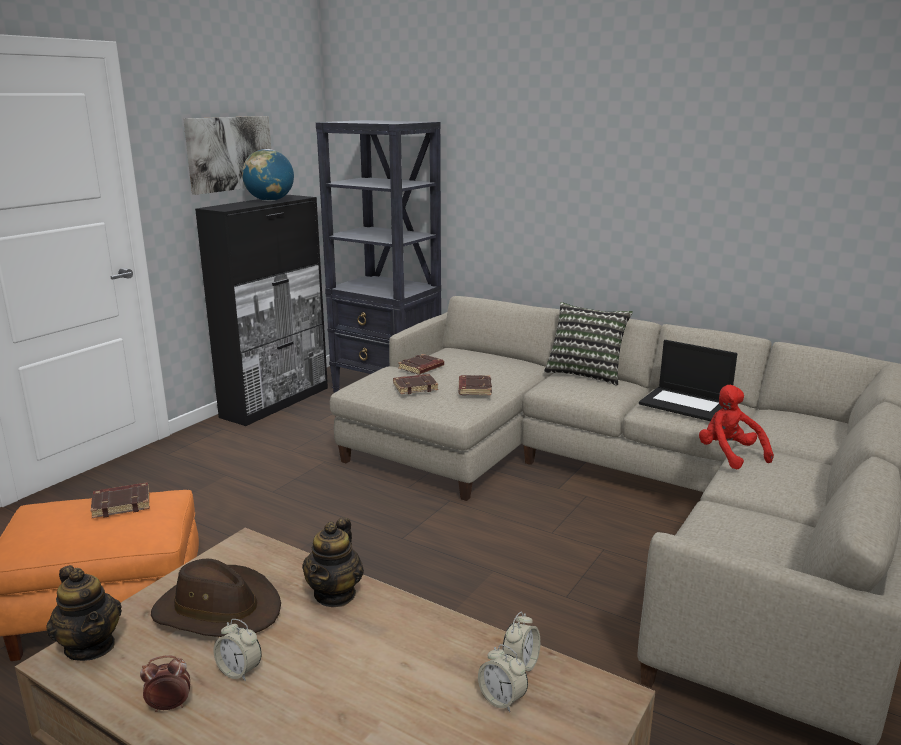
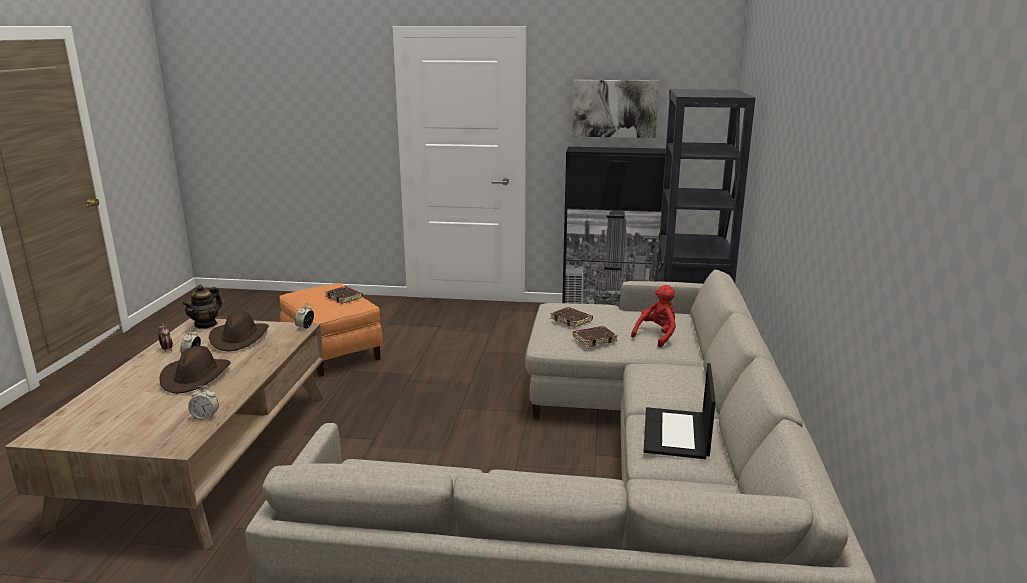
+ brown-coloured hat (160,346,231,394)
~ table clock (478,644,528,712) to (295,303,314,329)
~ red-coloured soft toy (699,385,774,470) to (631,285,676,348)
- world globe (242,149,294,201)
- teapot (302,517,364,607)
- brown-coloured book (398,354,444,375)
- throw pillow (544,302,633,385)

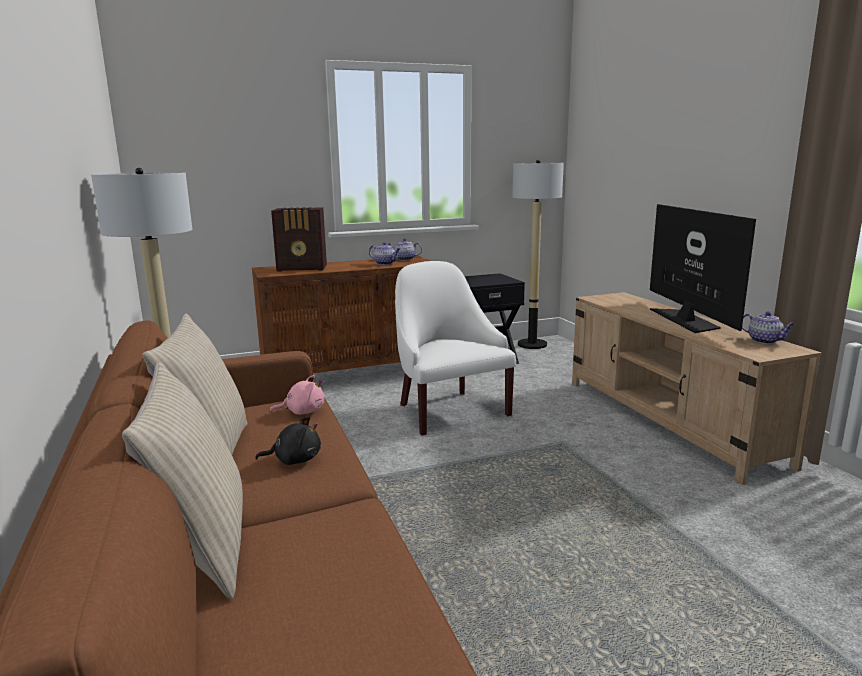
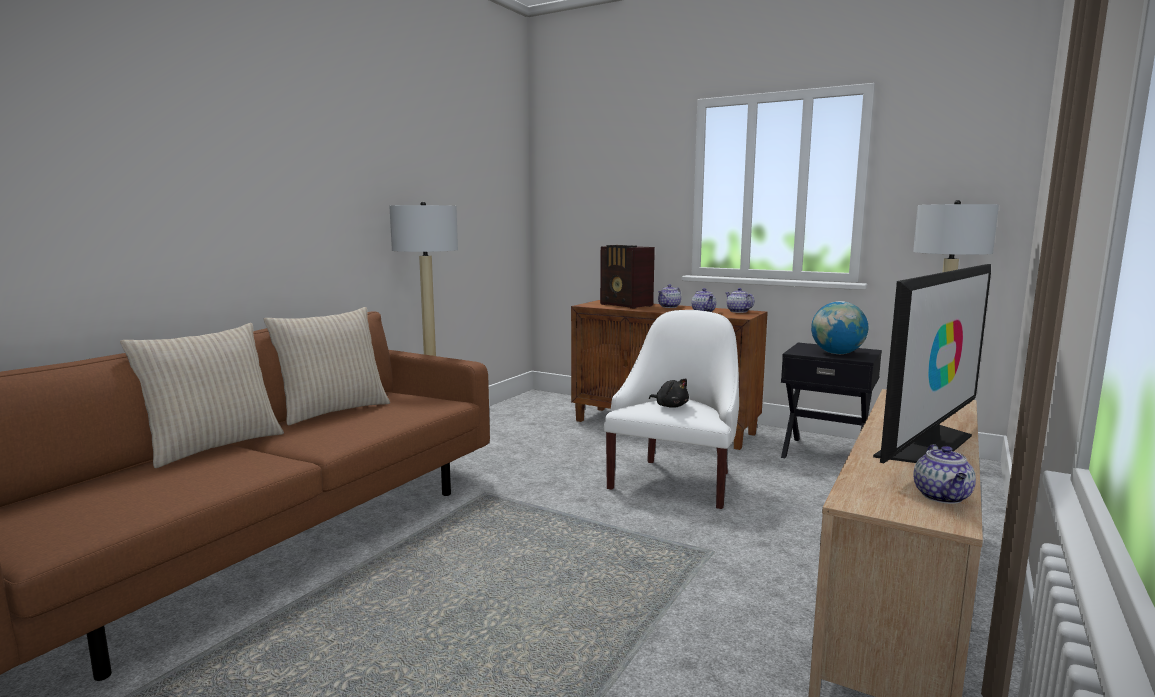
~ blackish soft toy (255,416,321,465) to (649,379,689,408)
+ teapot (658,284,681,308)
+ world globe (811,301,868,354)
- pink-coloured soft toy (270,375,325,415)

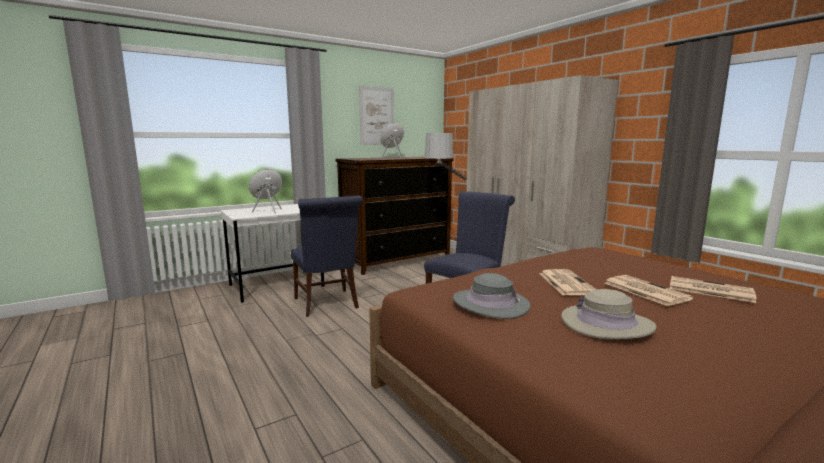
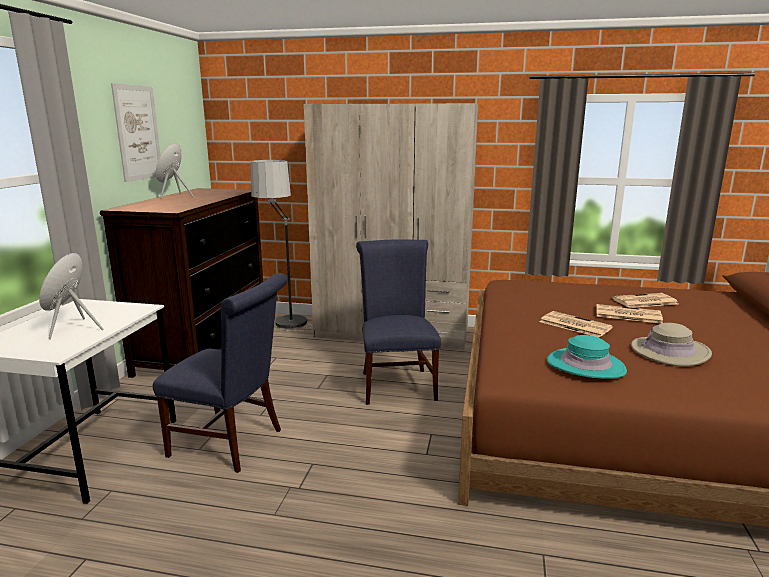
~ gray hat (453,273,530,319) to turquoise hat (547,335,627,378)

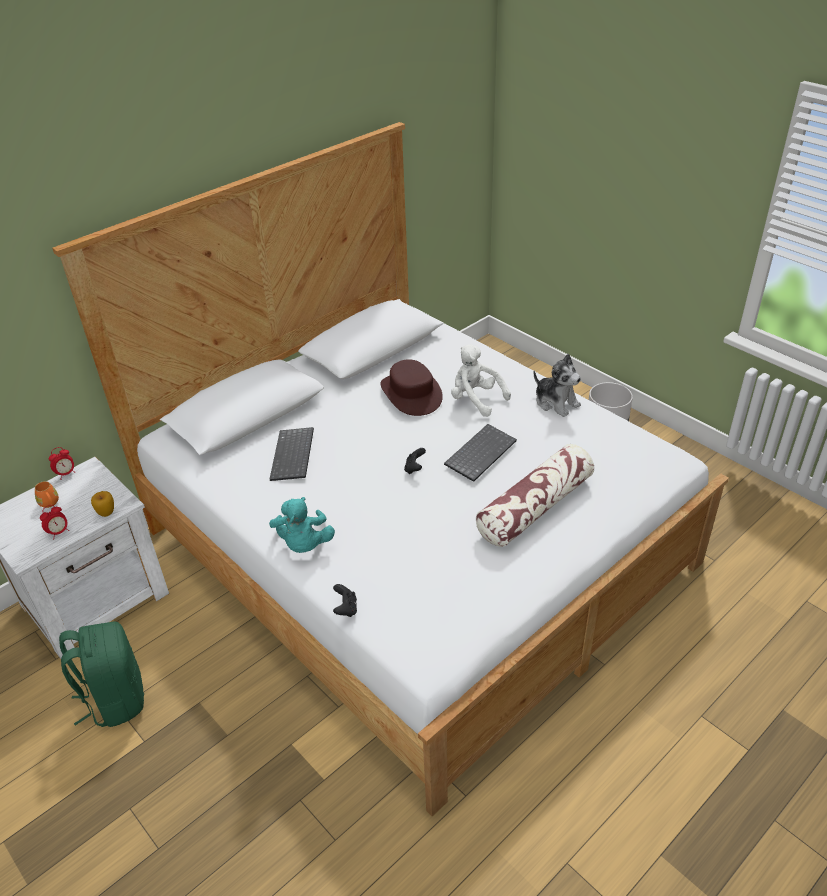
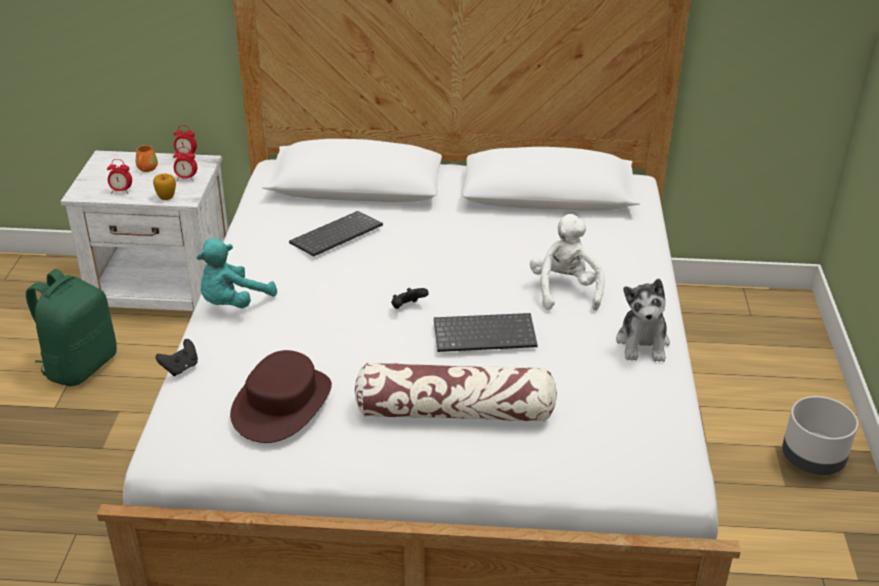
+ table clock (173,147,197,181)
~ brown-coloured hat (380,359,443,416) to (230,350,332,443)

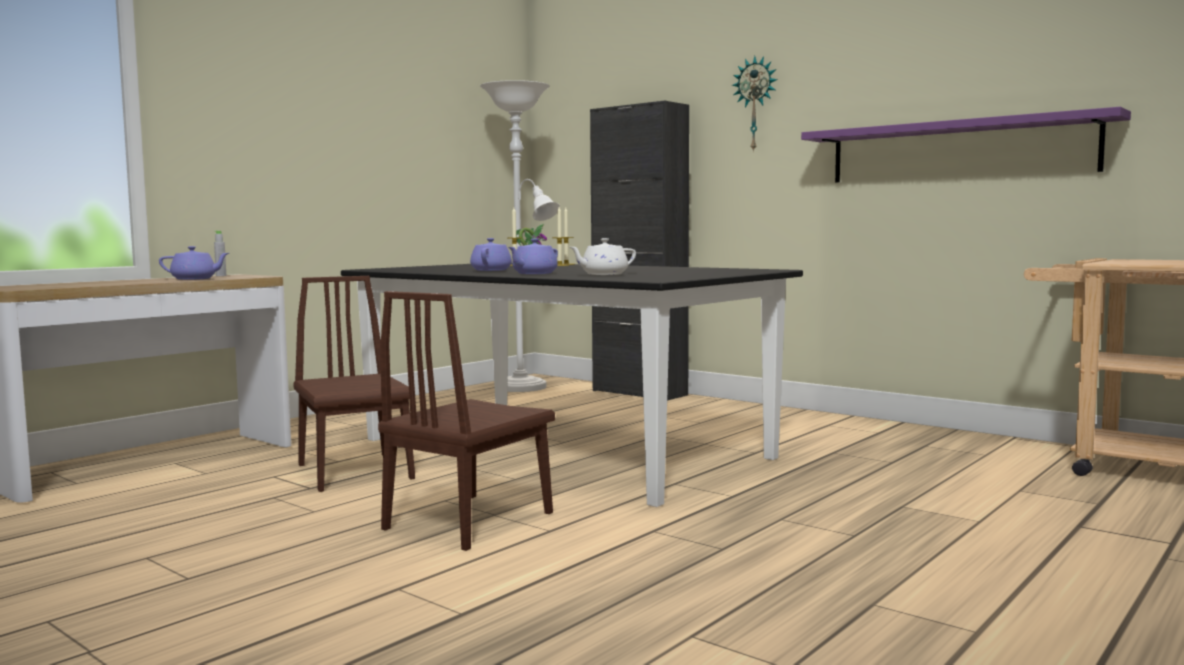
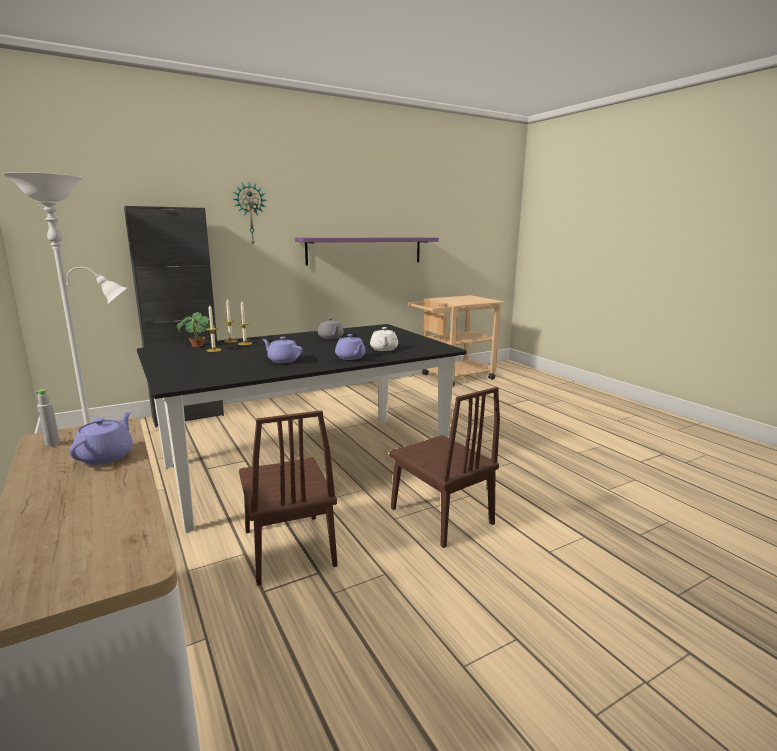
~ brown-coloured upright chair (293,276,415,492) = (239,410,338,586) 105 degrees counterclockwise
+ gray teapot (318,318,344,339)

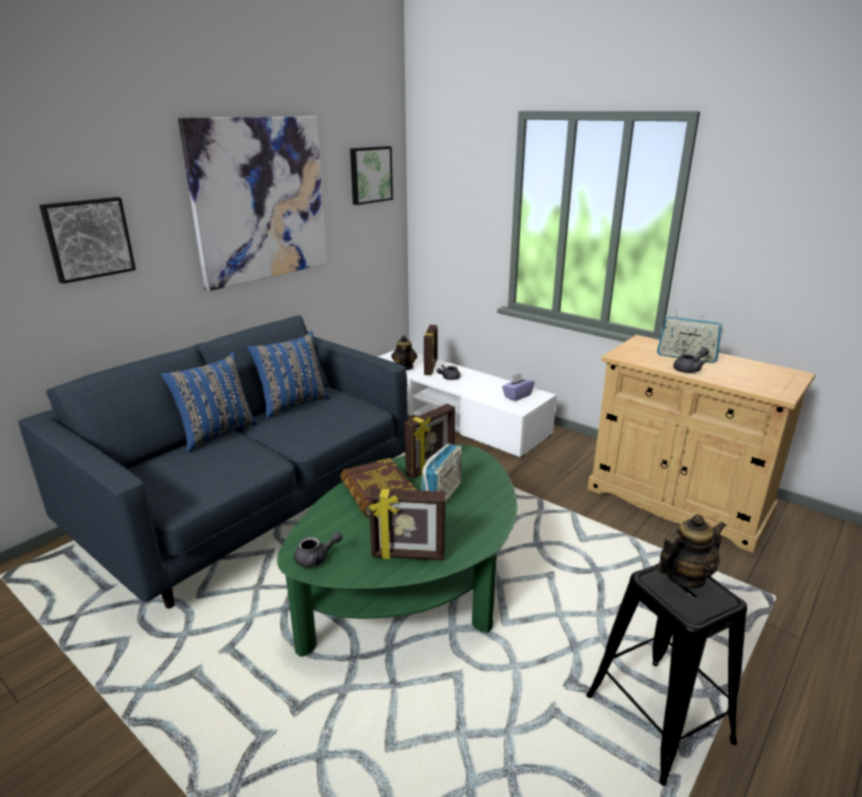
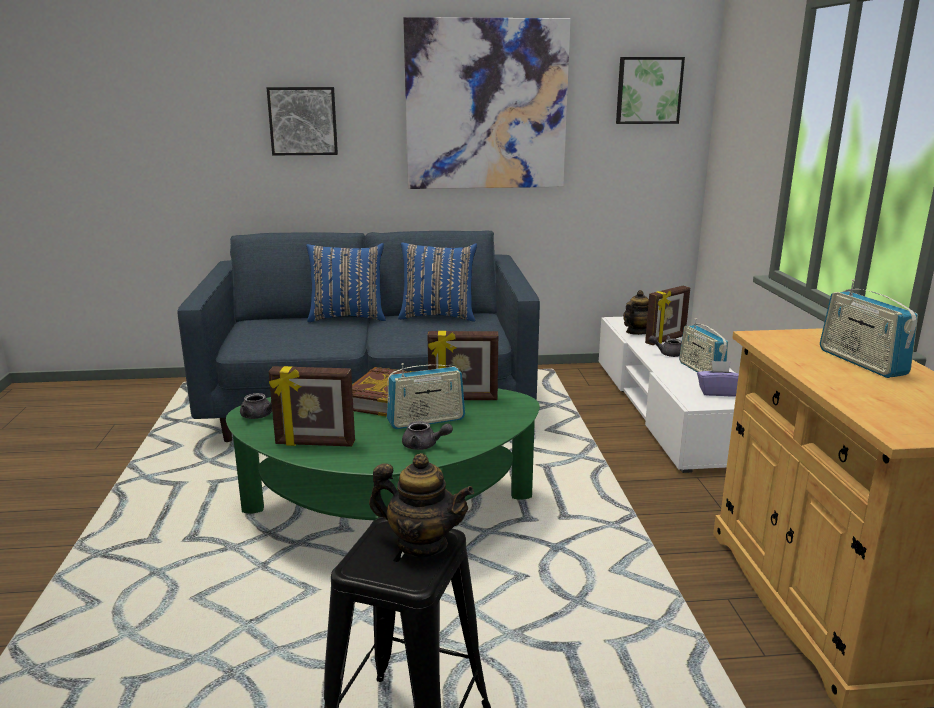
~ photo frame (369,489,445,560) = (269,366,355,447) 45 degrees counterclockwise
~ gray teapot (673,348,709,373) to (402,421,453,450)
+ radio set (679,318,728,372)

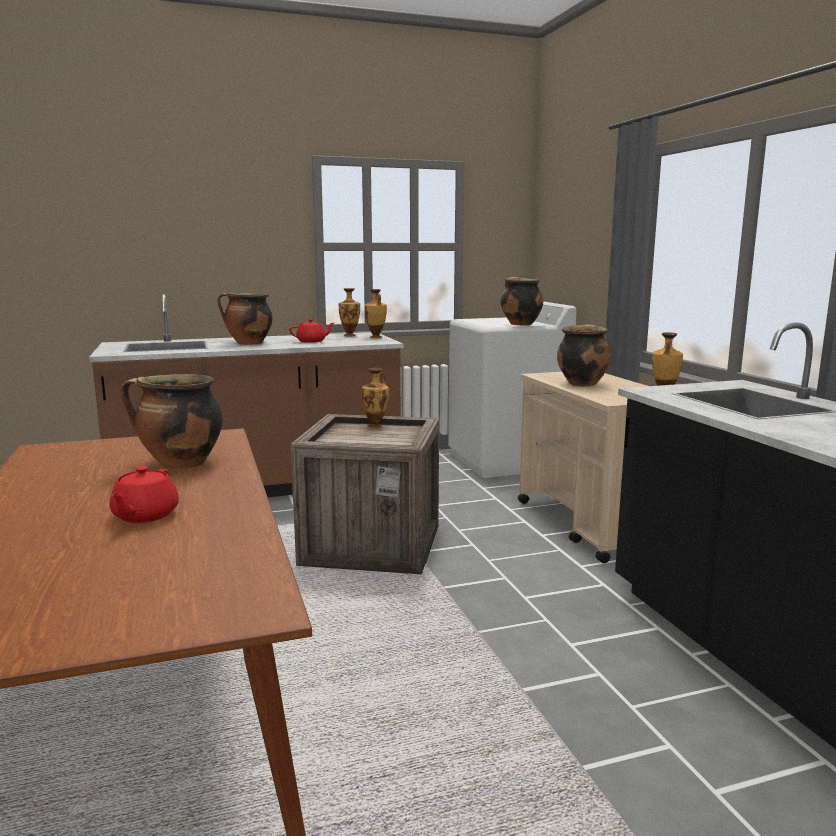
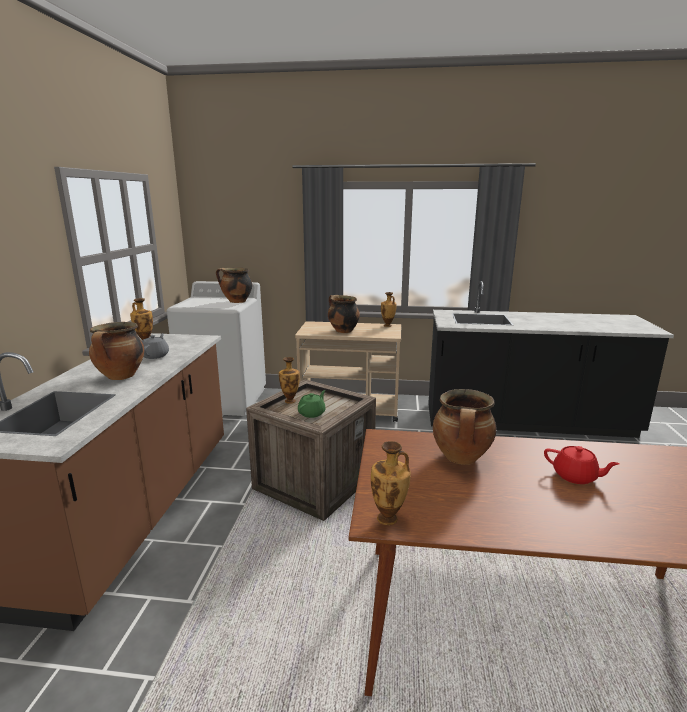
~ red-coloured teapot (289,319,334,343) to gray teapot (142,333,169,359)
+ greenish teapot (298,390,326,418)
~ flower vase (365,289,387,338) to (371,441,411,525)

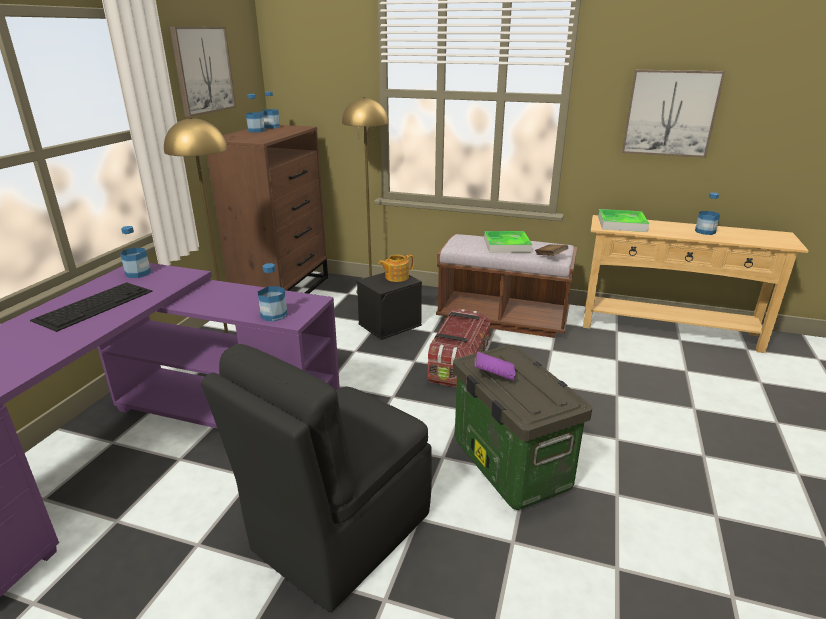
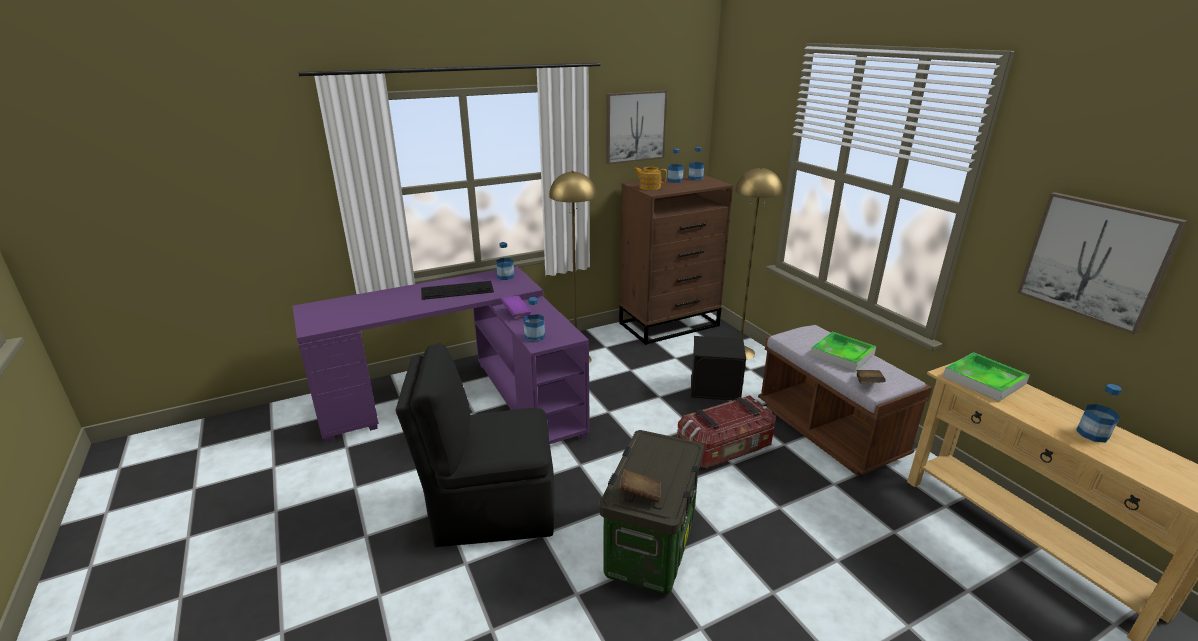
~ purple book (475,351,515,380) to (501,296,532,318)
+ brown-coloured book (620,469,661,502)
~ teapot (379,255,414,282) to (634,167,667,190)

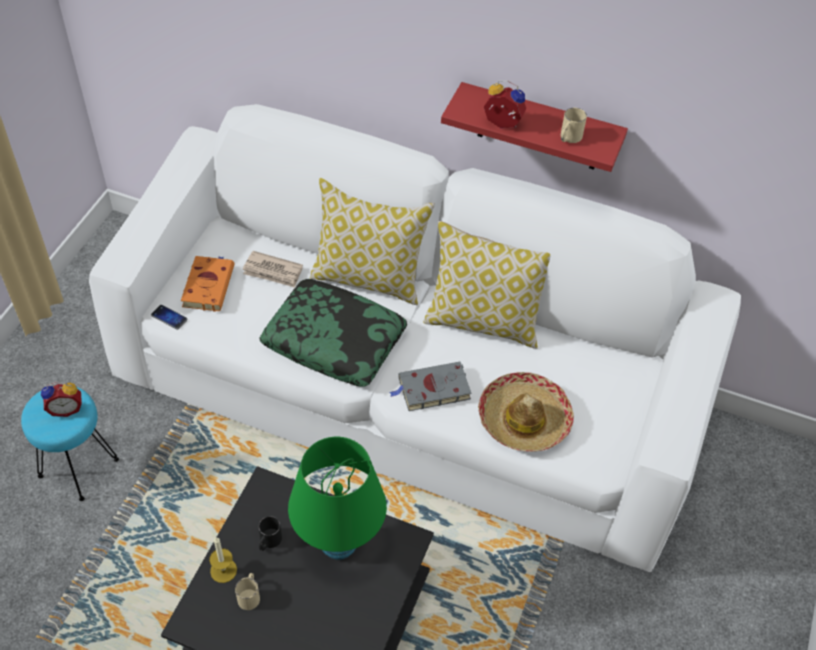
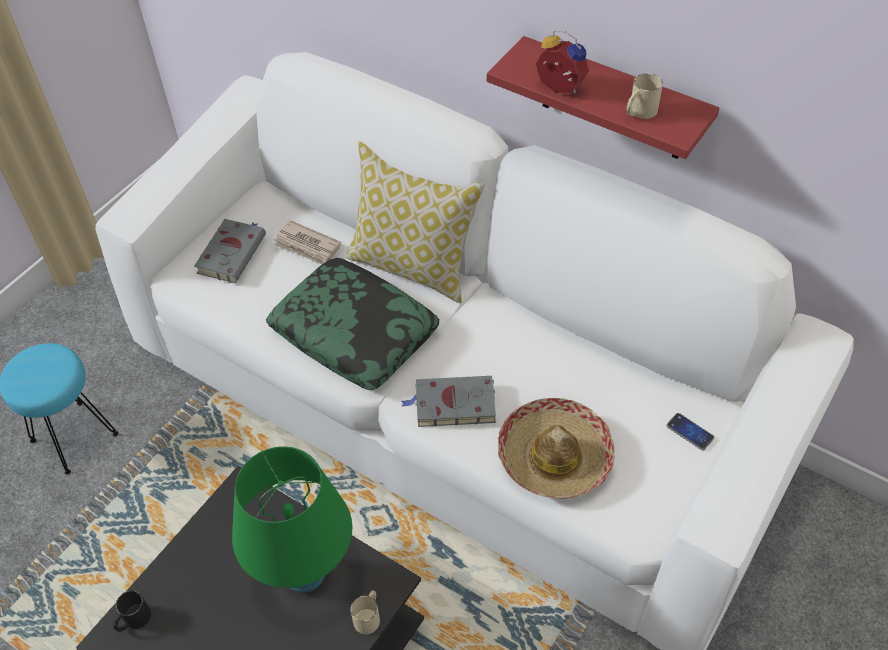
~ blackish mug (258,516,282,551) to (113,590,151,632)
~ orange-coloured book (181,256,234,312) to gray book (194,219,266,283)
~ beige-coloured mug (235,573,260,610) to (350,590,380,634)
~ telephone (151,305,188,330) to (666,413,714,450)
- table clock (41,382,82,417)
- wax light (209,537,237,583)
- throw pillow (423,221,550,349)

